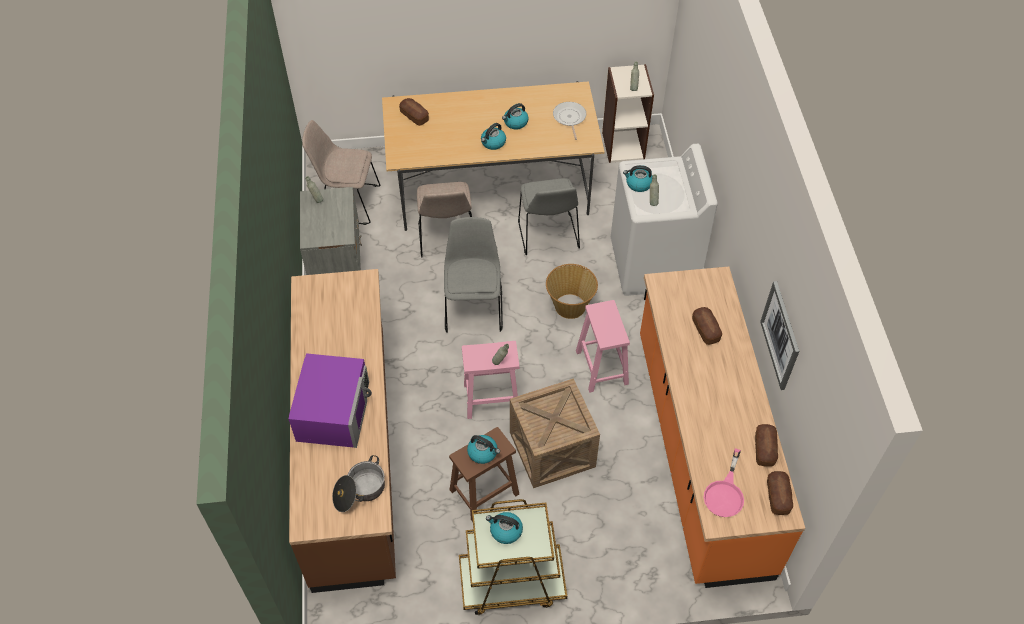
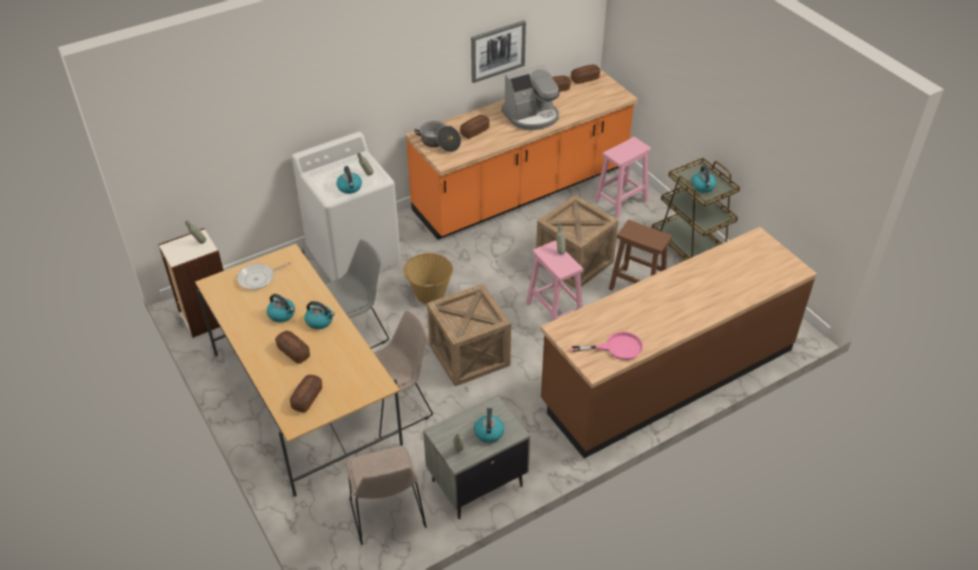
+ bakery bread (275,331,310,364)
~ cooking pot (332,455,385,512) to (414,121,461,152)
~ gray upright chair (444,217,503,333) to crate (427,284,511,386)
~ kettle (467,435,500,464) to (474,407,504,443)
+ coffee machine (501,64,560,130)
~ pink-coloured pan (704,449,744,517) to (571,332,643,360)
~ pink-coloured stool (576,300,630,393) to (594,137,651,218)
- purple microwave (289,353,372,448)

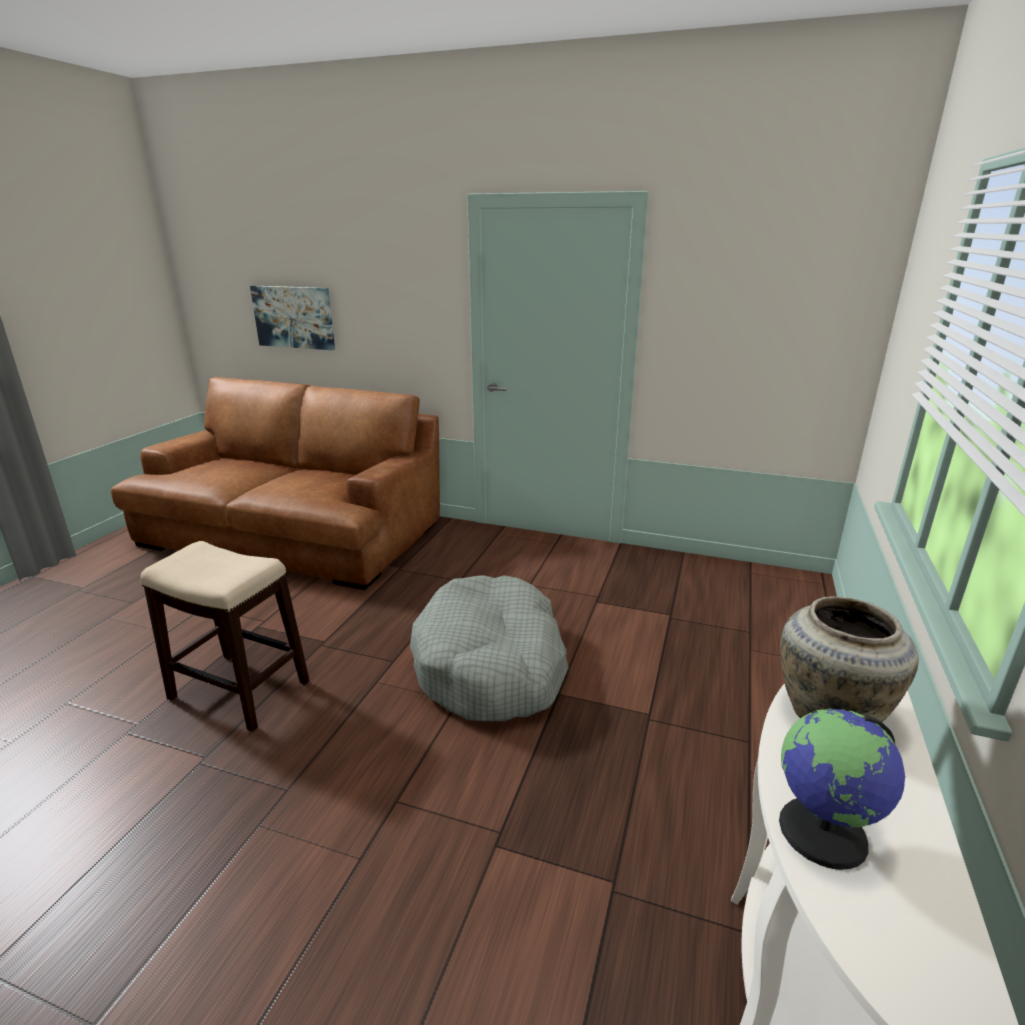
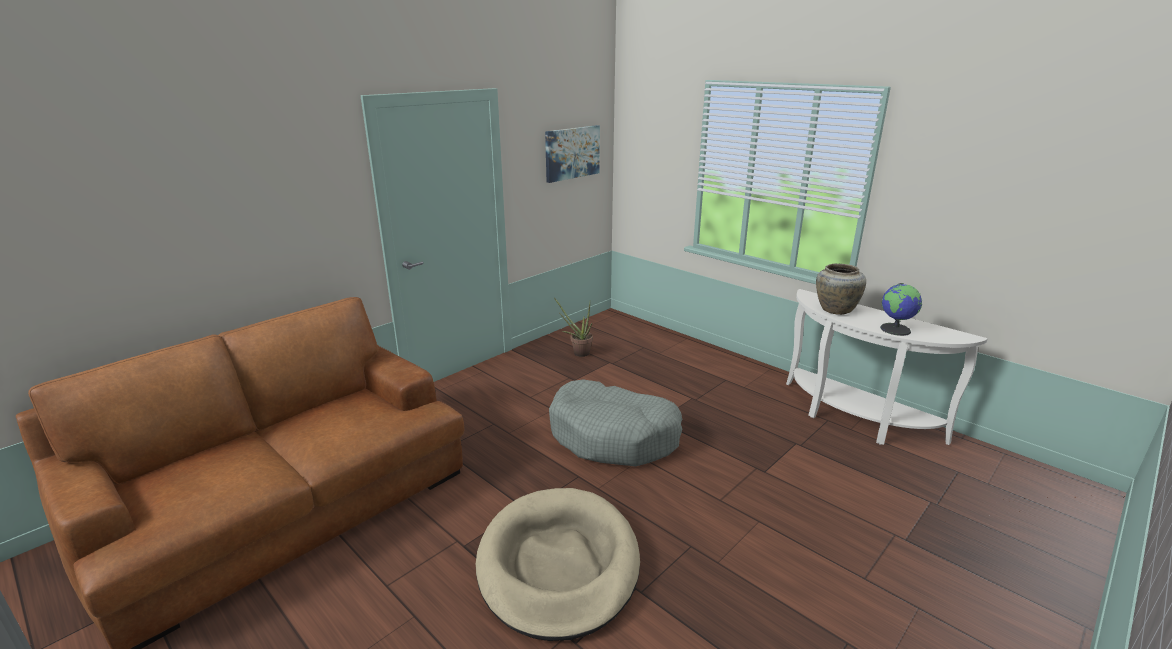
~ stool (140,541,310,732) to beige-coloured dog bed (476,488,640,641)
~ picture (250,286,335,350) to (545,125,600,183)
+ potted plant (554,298,593,357)

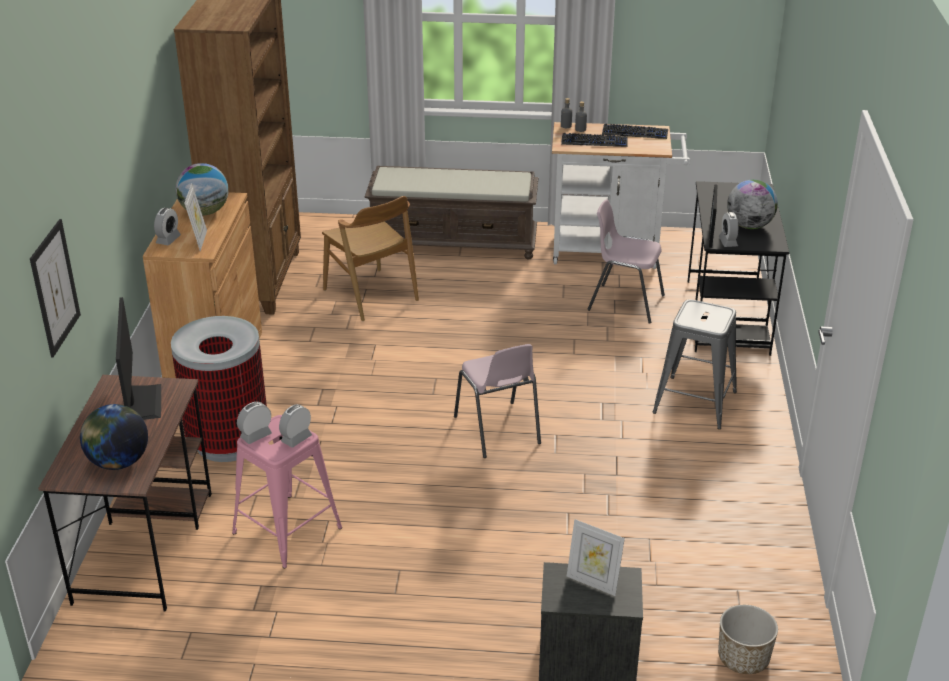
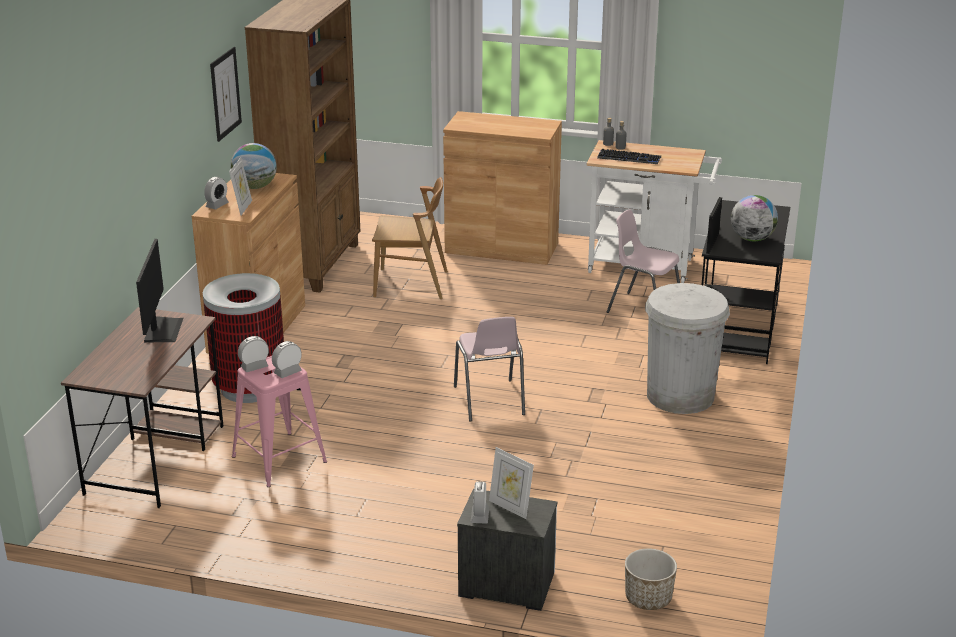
~ picture (30,219,81,358) to (210,47,242,142)
~ brown-coloured upright chair (322,196,419,321) = (372,177,448,299) 60 degrees counterclockwise
~ brown-coloured bench (365,166,538,259) to brown-coloured storage cabinet (443,111,562,265)
~ table clock (719,212,738,247) to (471,481,489,524)
~ gray stool (653,299,737,429) to whitish waste bin (645,283,730,414)
- world globe (80,404,148,470)
- computer keyboard (602,123,668,139)

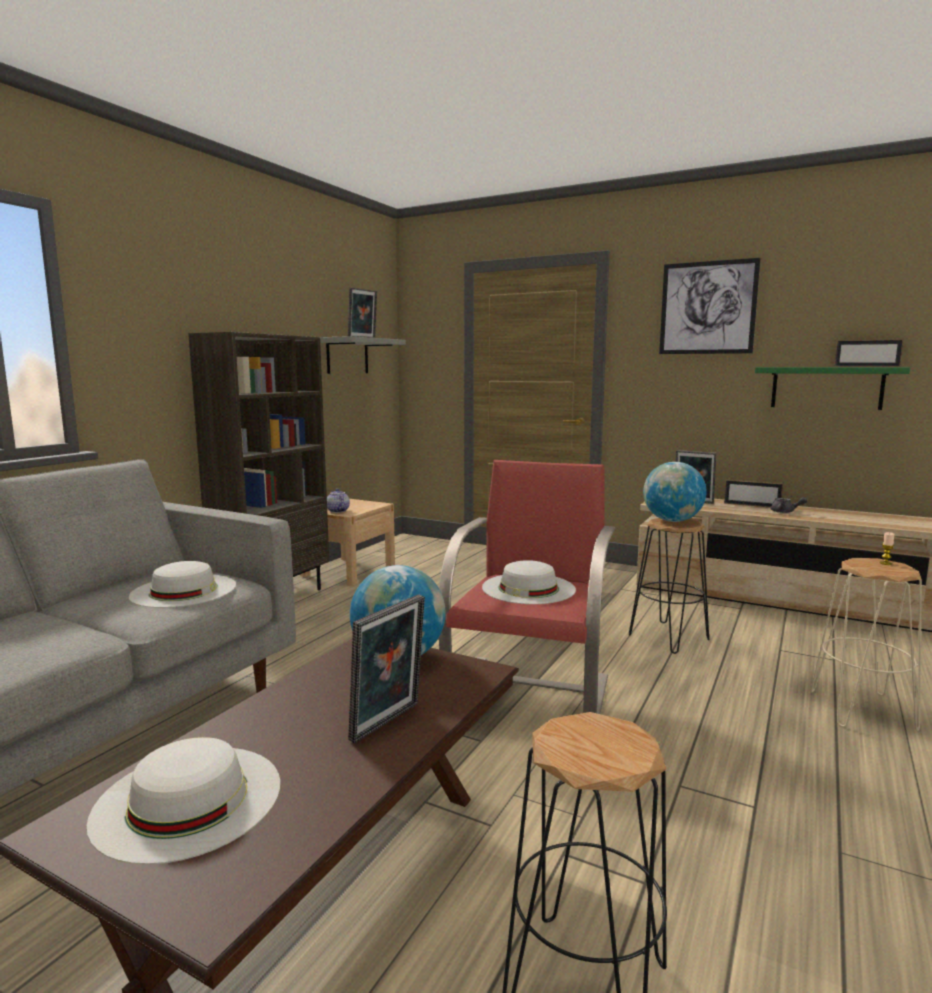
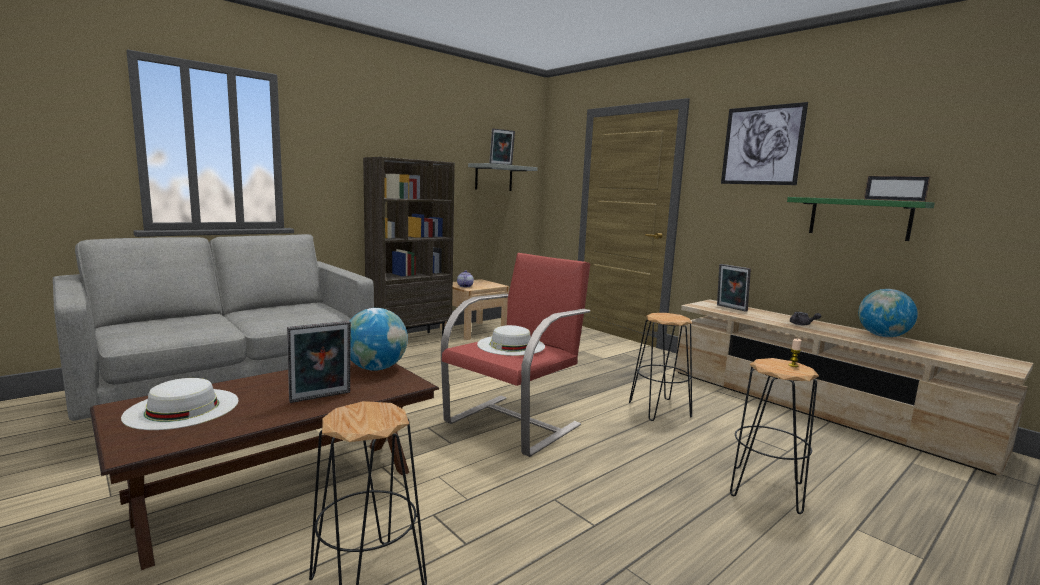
~ beige-coloured stool (810,558,922,731) to blackish stool (730,358,819,514)
~ world globe (643,462,706,522) to (858,289,918,337)
- whitish hat (129,561,236,608)
- photo frame (724,480,783,508)

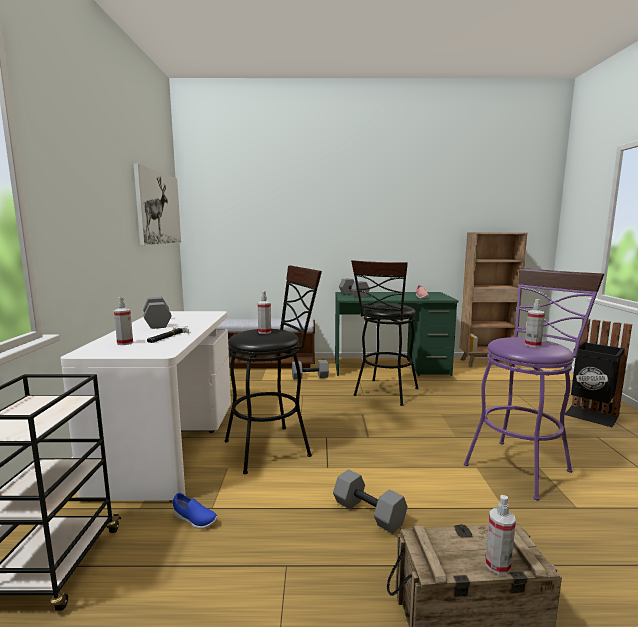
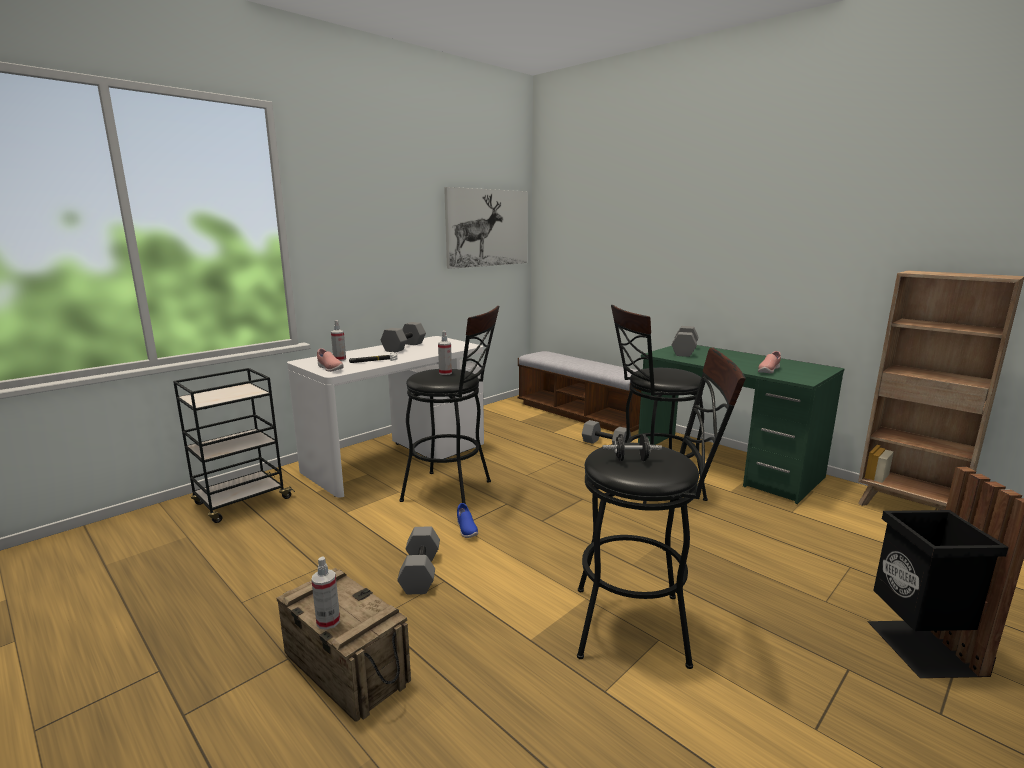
+ pink-coloured item of footwear (317,348,344,372)
~ blue-coloured item of footwear (173,493,217,529) to (457,503,478,538)
~ purple stool (464,268,604,501) to blackish stool (577,348,746,669)
~ hand sprayer (525,299,545,347) to blackish dumbbell (602,434,662,461)

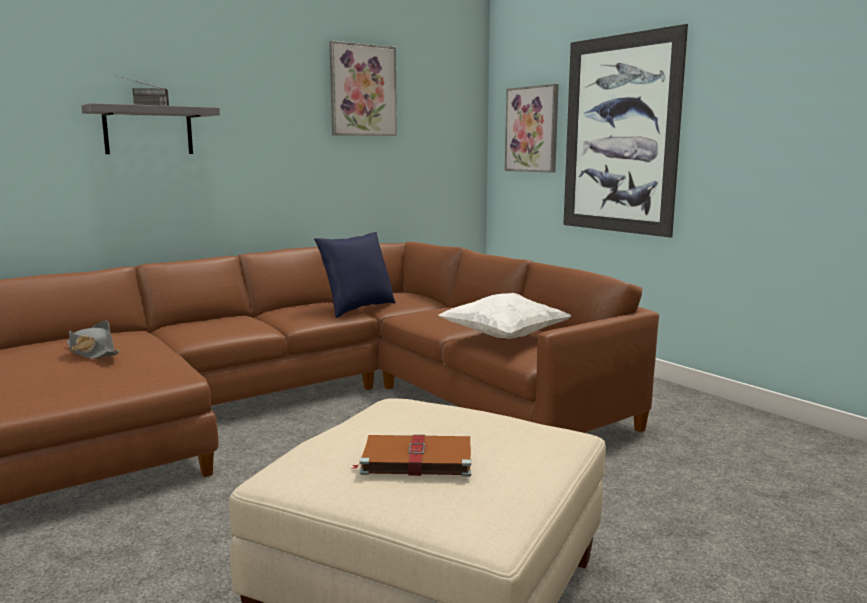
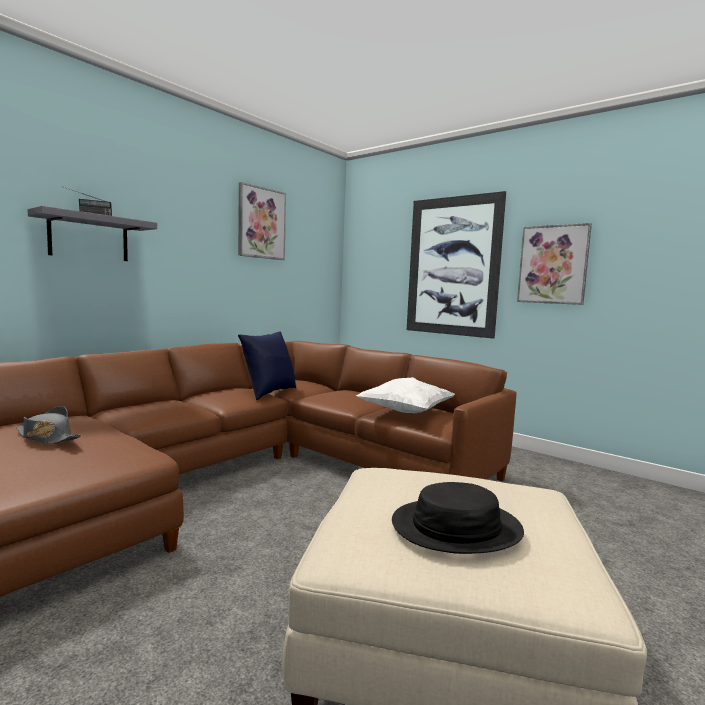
~ brown-coloured book (353,435,471,477) to blackish hat (392,482,524,554)
~ picture (505,84,559,173) to (517,223,592,305)

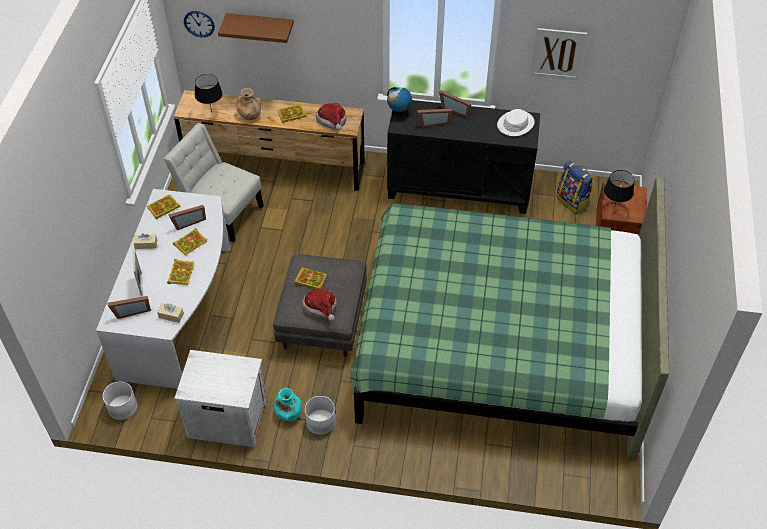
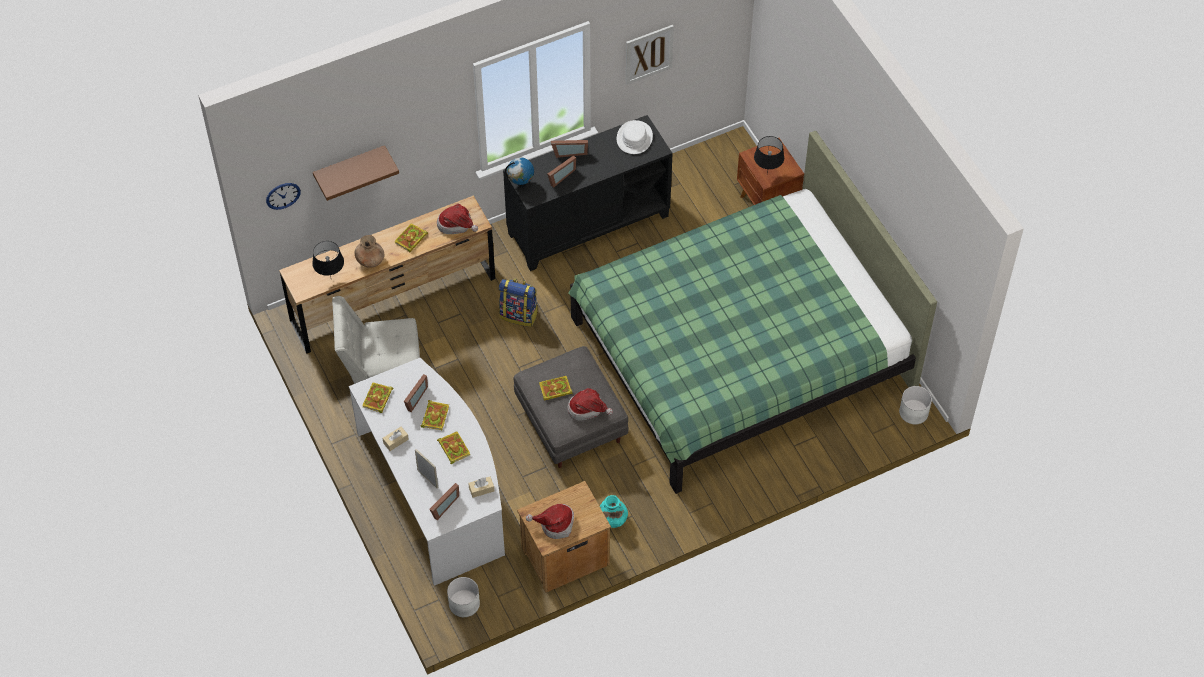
~ rucksack (556,161,593,213) to (499,278,538,327)
~ whitish nightstand (174,350,267,447) to brown-coloured nightstand (517,481,611,593)
+ hat (526,504,574,539)
~ whitish flower pot (305,396,336,435) to (899,386,932,424)

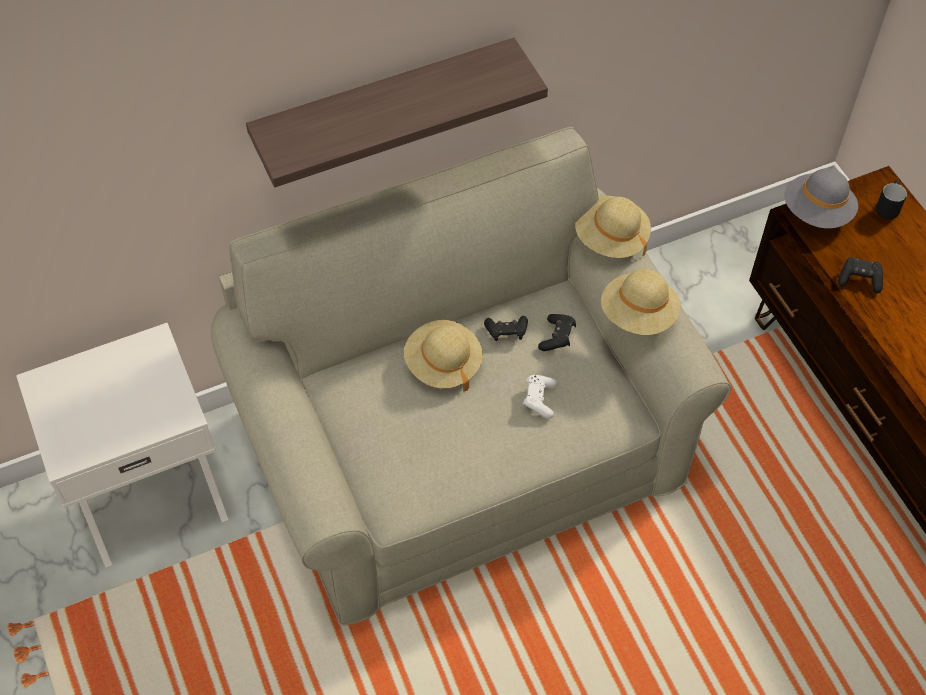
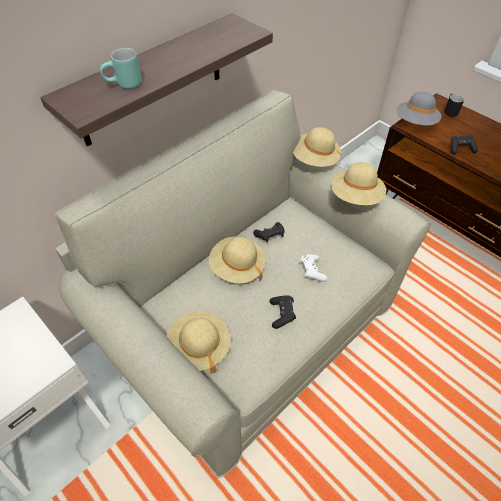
+ turquoise mug (100,48,142,89)
+ beige-coloured hat (167,311,231,373)
~ blackish game controller (538,314,576,351) to (270,295,296,329)

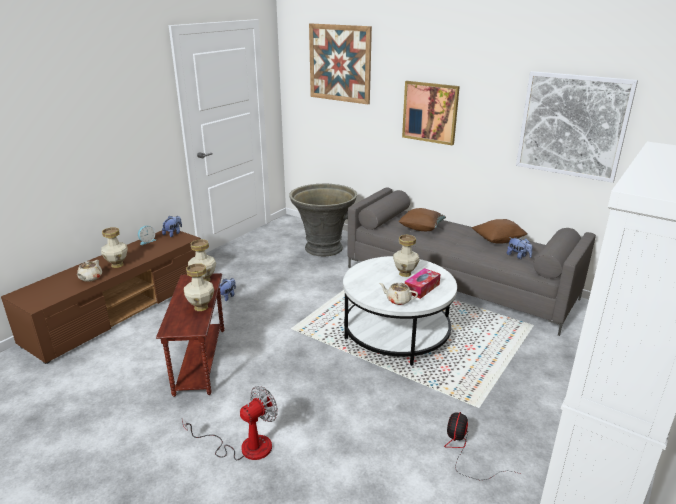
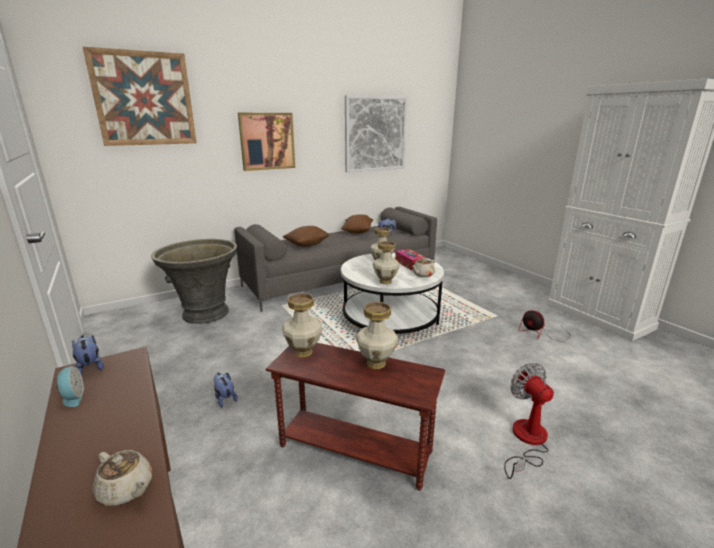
~ flower vase (101,227,127,268) to (373,241,400,284)

